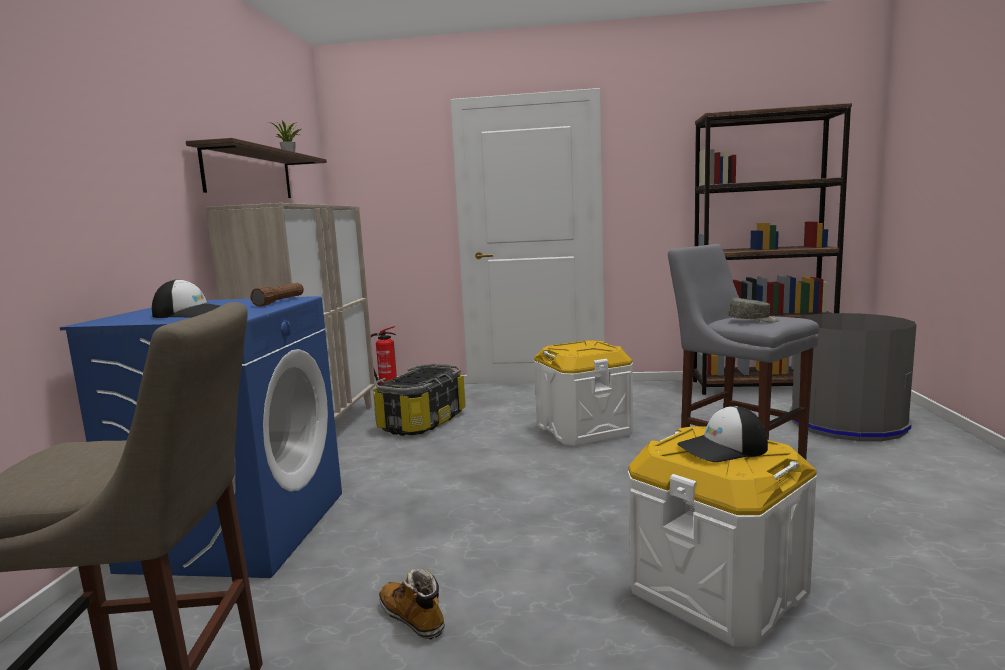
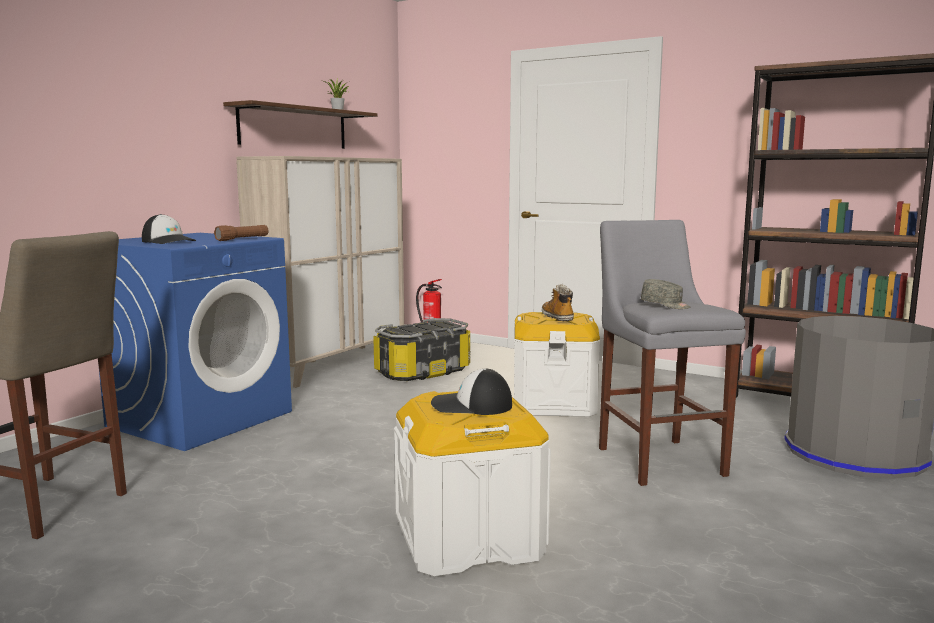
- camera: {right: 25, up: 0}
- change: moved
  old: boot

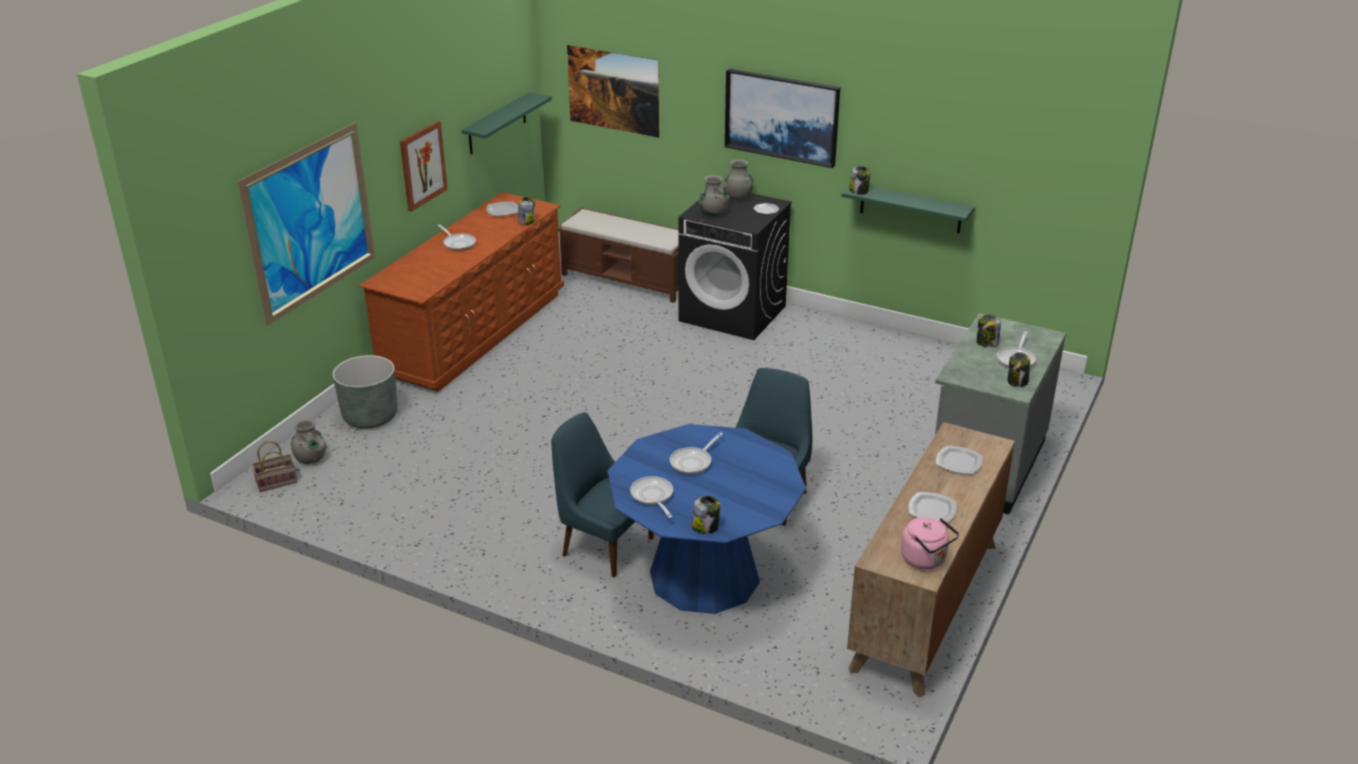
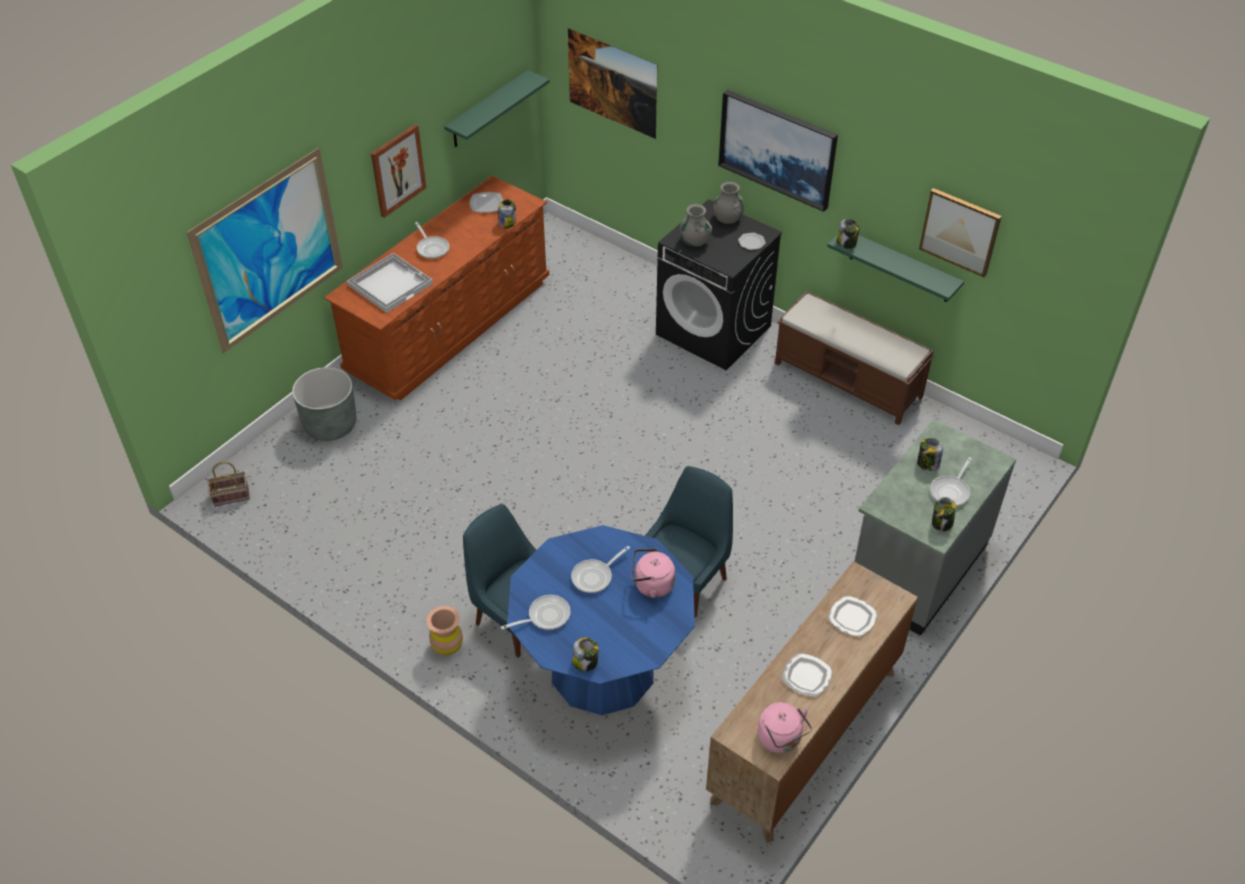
- camera: {right: 10, up: 15}
- change: removed
  old: grey vase (1st from left)
- change: moved
  old: brown bench
- change: turned
  old: frying pan (2nd from left)
  degrees: 75
- change: added
  new: white tray
- change: added
  new: brown vase
- change: added
  new: pink kettle (1st from left)
- change: added
  new: picture (5th from left)

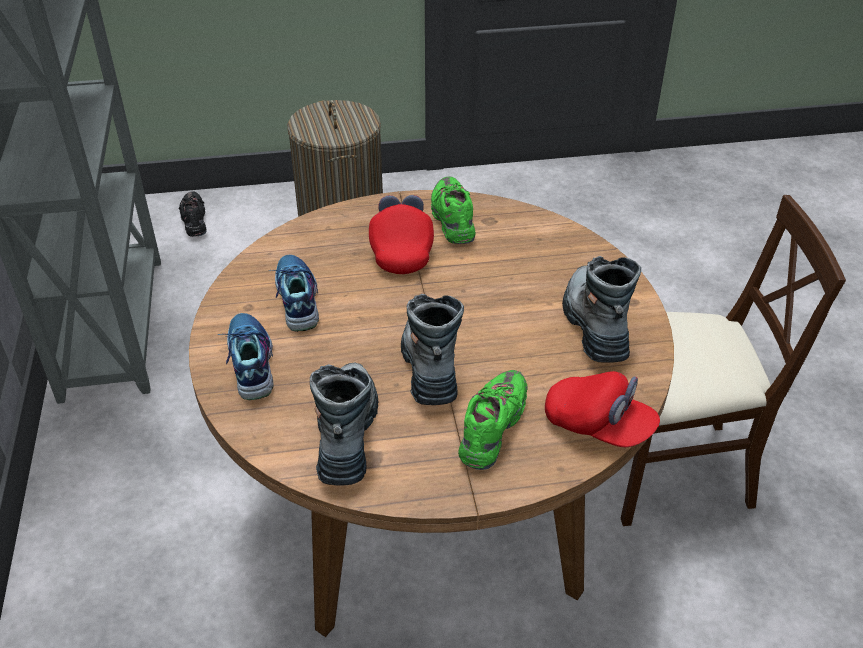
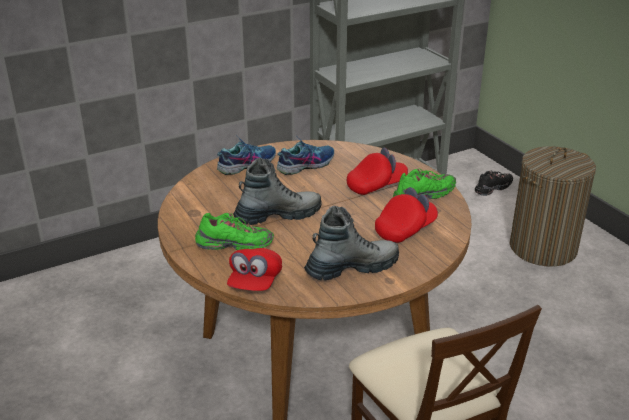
- camera: {right: 70, up: -10}
- change: removed
  old: boot (1st from left)
- change: added
  new: red cap (3rd from left)

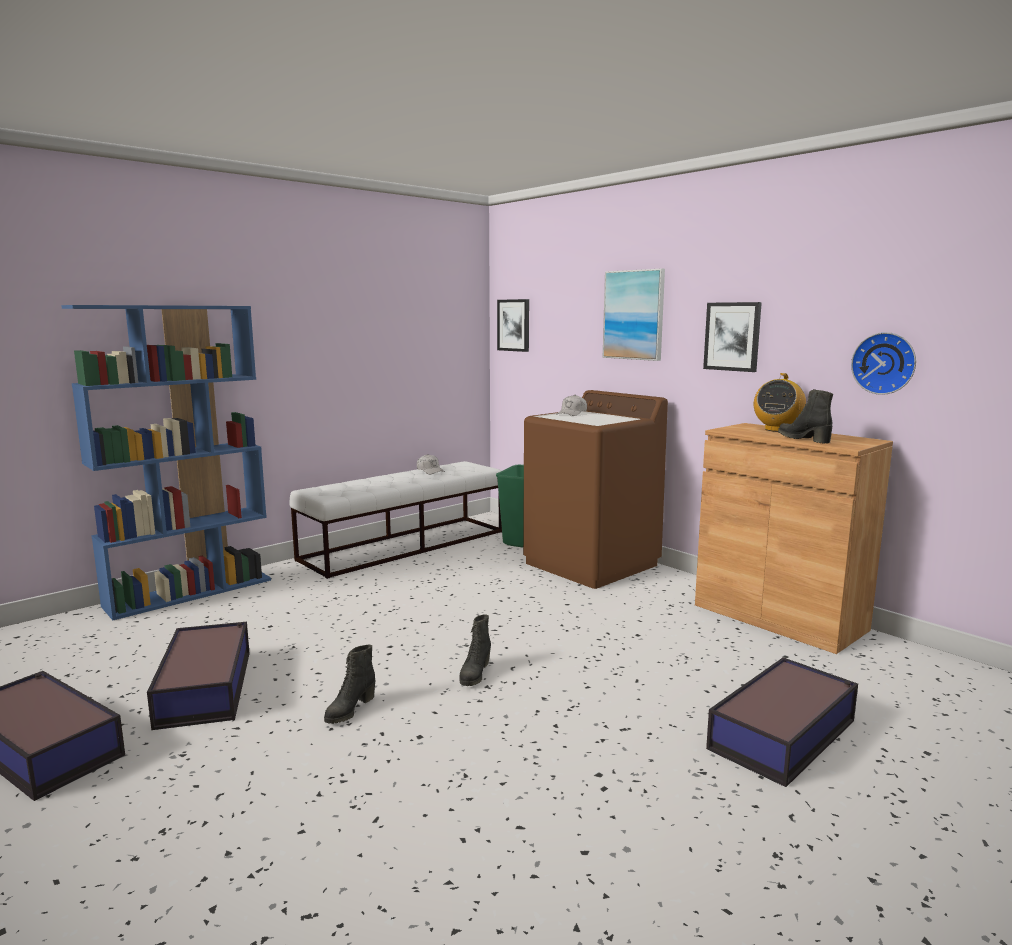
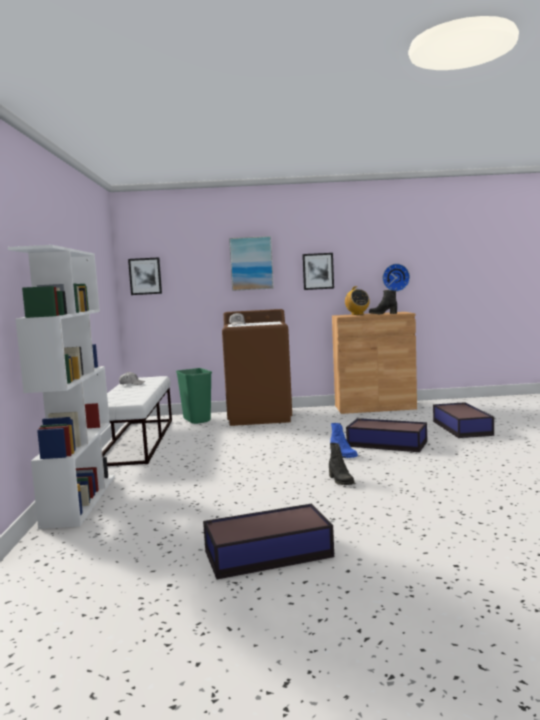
- camera: {right: -50, up: -5}
- change: recoloured
  old: blue bookcase
  new: white bookcase
- change: moved
  old: storage box (2nd from left)
- change: recoloured
  old: black boot (2nd from left)
  new: blue boot

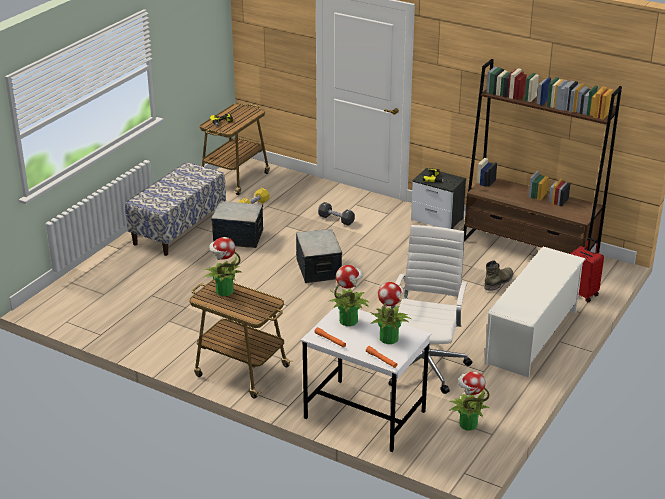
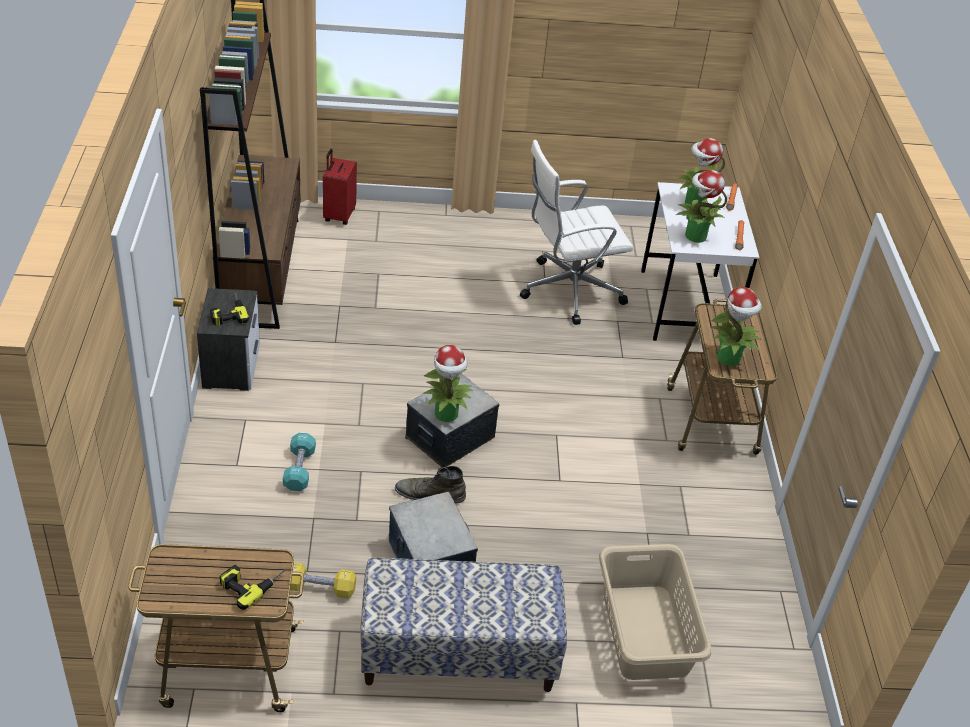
- camera: {right: -125, up: 10}
- change: recoloured
  old: black dumbbell
  new: turquoise dumbbell
- change: moved
  old: potted plant (4th from left in the first image)
  new: potted plant (1st from left)
- change: removed
  old: white shoe rack
- change: moved
  old: green boot
- change: added
  new: beige laundry basket

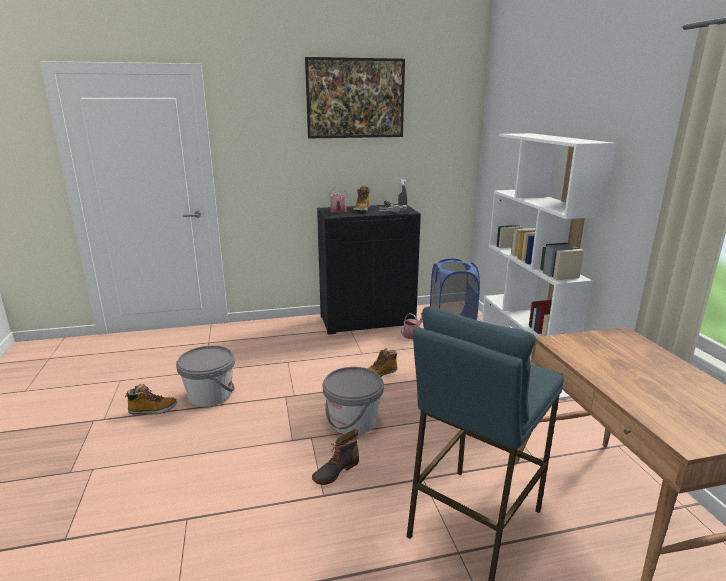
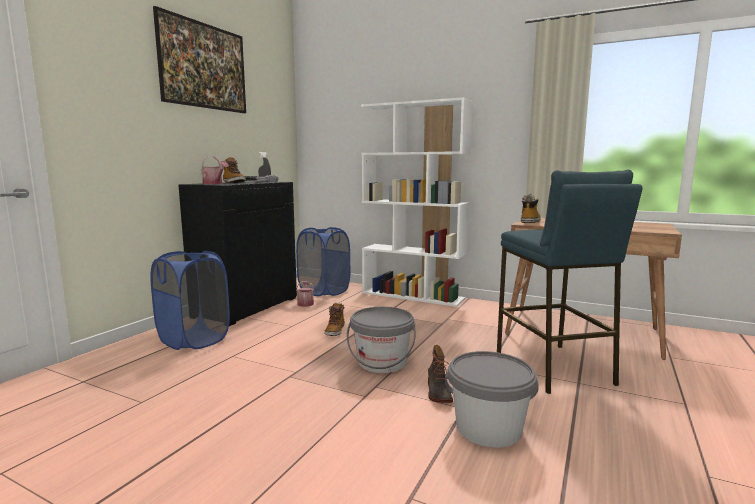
- camera: {right: -50, up: -10}
- change: moved
  old: boot (1st from left in the first image)
  new: boot (4th from left)
- change: moved
  old: grey bucket (1st from left in the first image)
  new: grey bucket (2nd from left)
- change: added
  new: blue laundry basket (1st from left)

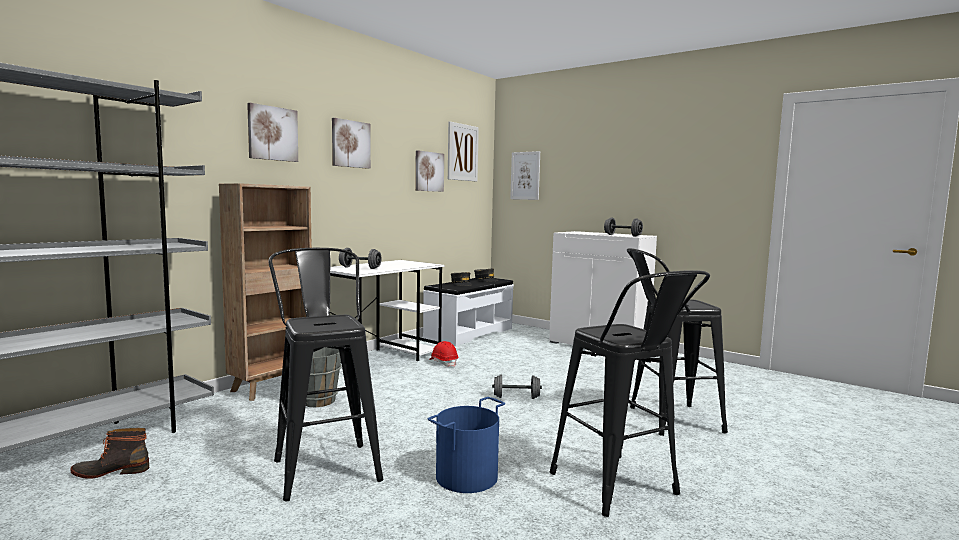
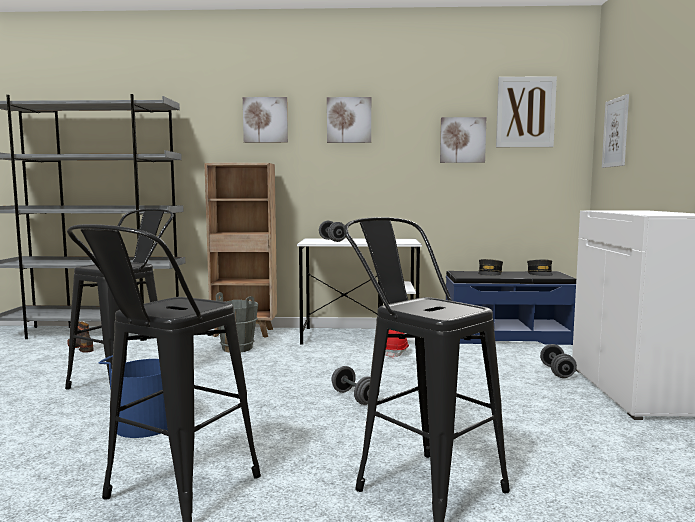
- camera: {right: 55, up: 0}
- change: recoloured
  old: white bench
  new: blue bench
- change: moved
  old: grey dumbbell (3rd from left)

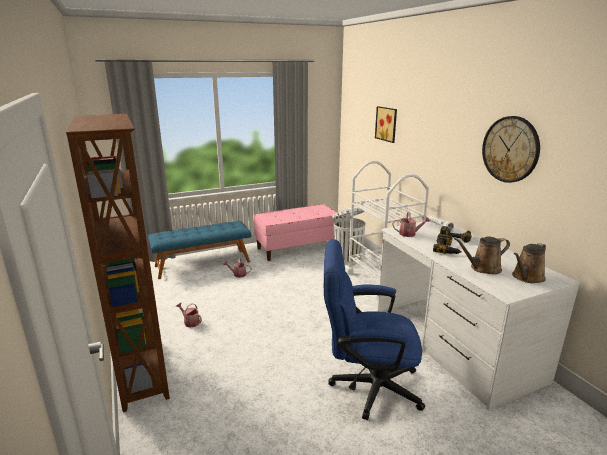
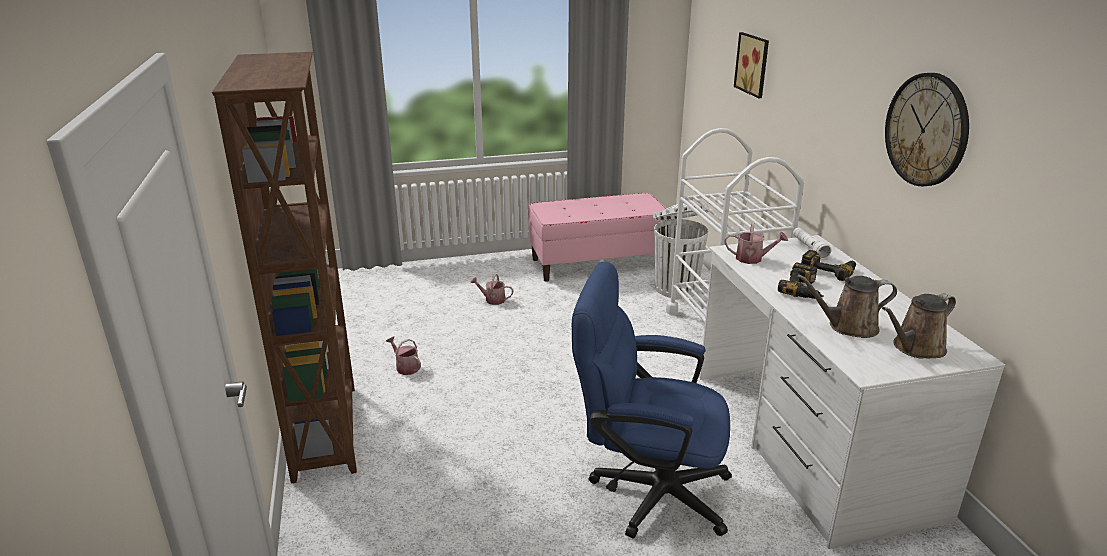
- camera: {right: 10, up: 5}
- change: removed
  old: blue bench

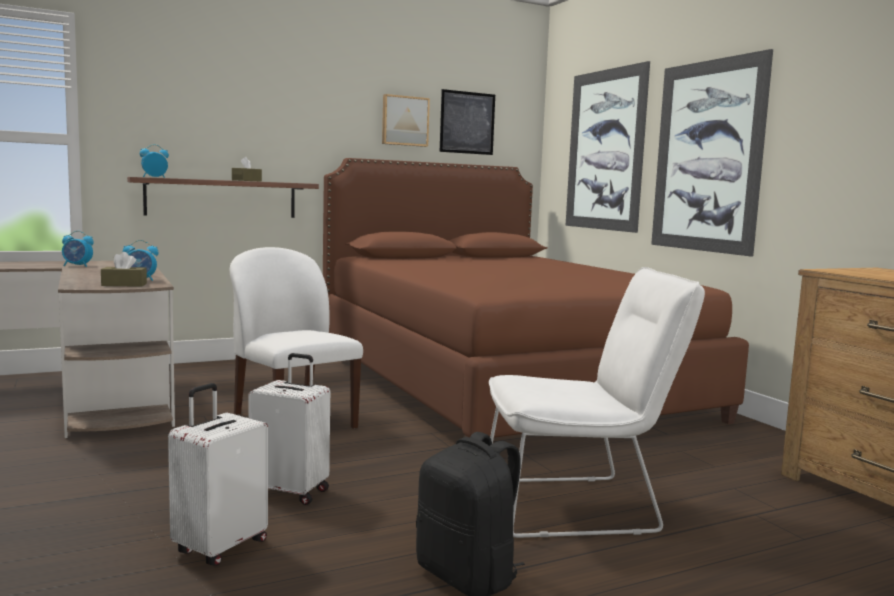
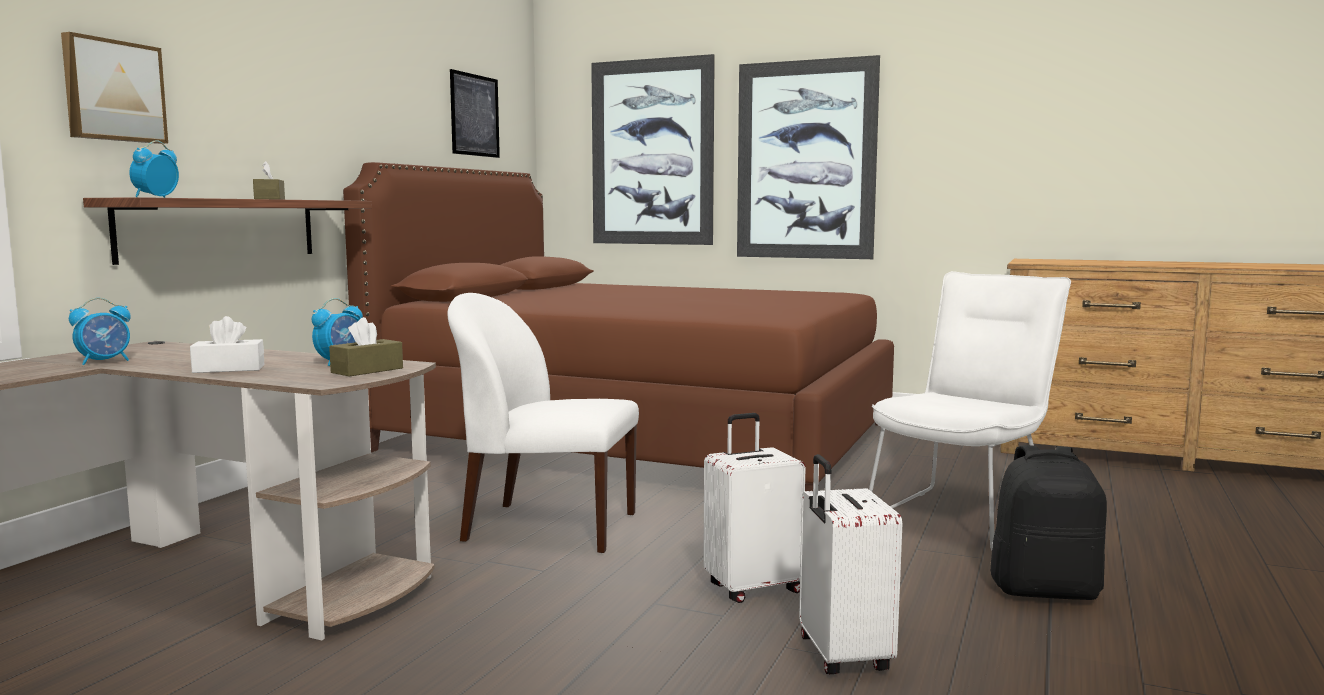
- camera: {right: -40, up: 0}
- change: moved
  old: picture (1st from left)
- change: added
  new: white tissue box

